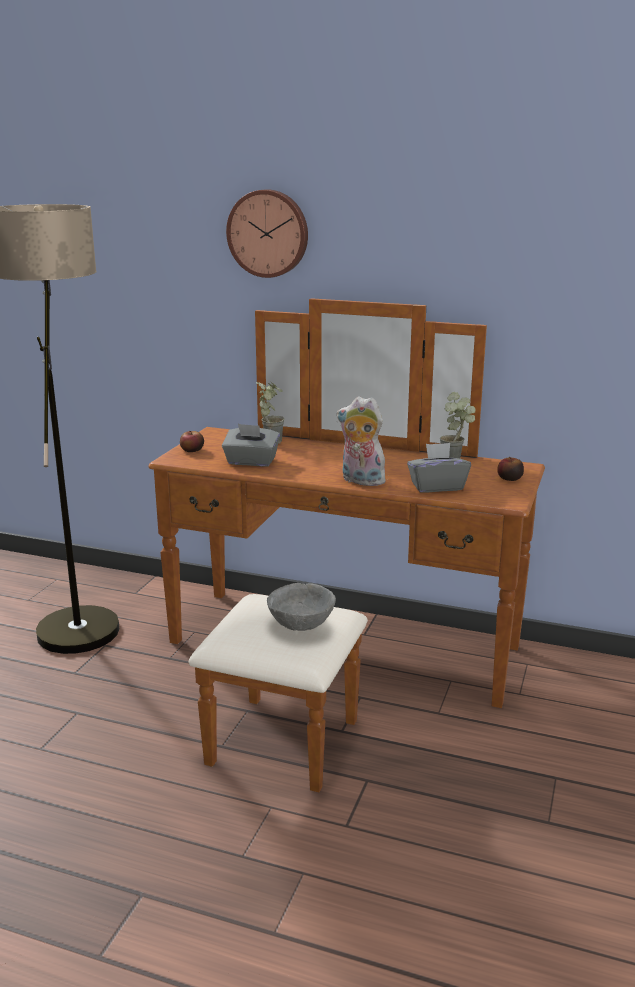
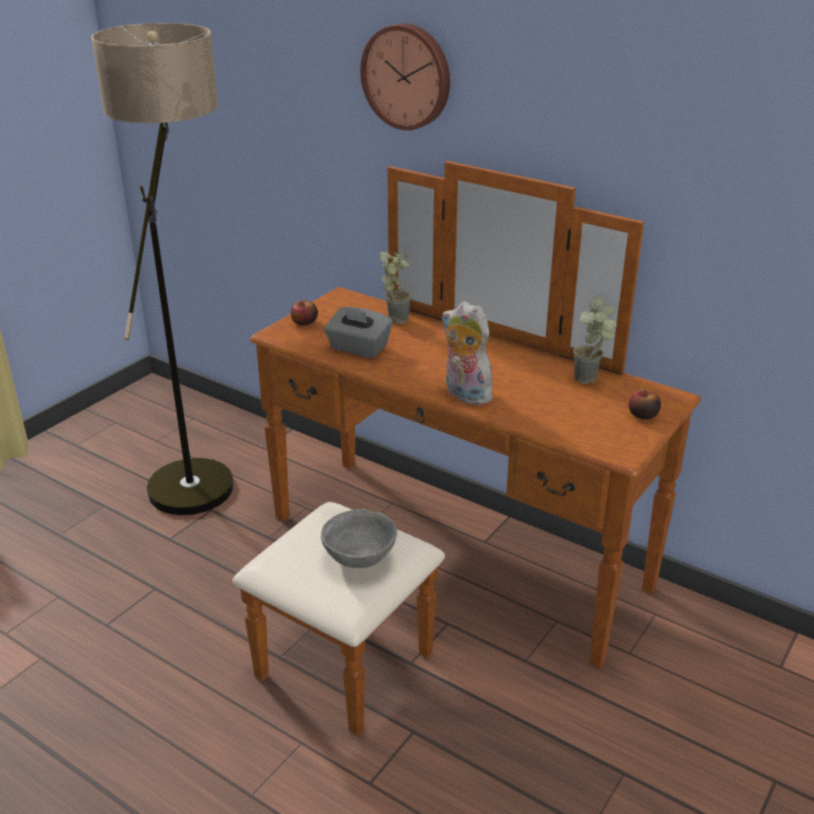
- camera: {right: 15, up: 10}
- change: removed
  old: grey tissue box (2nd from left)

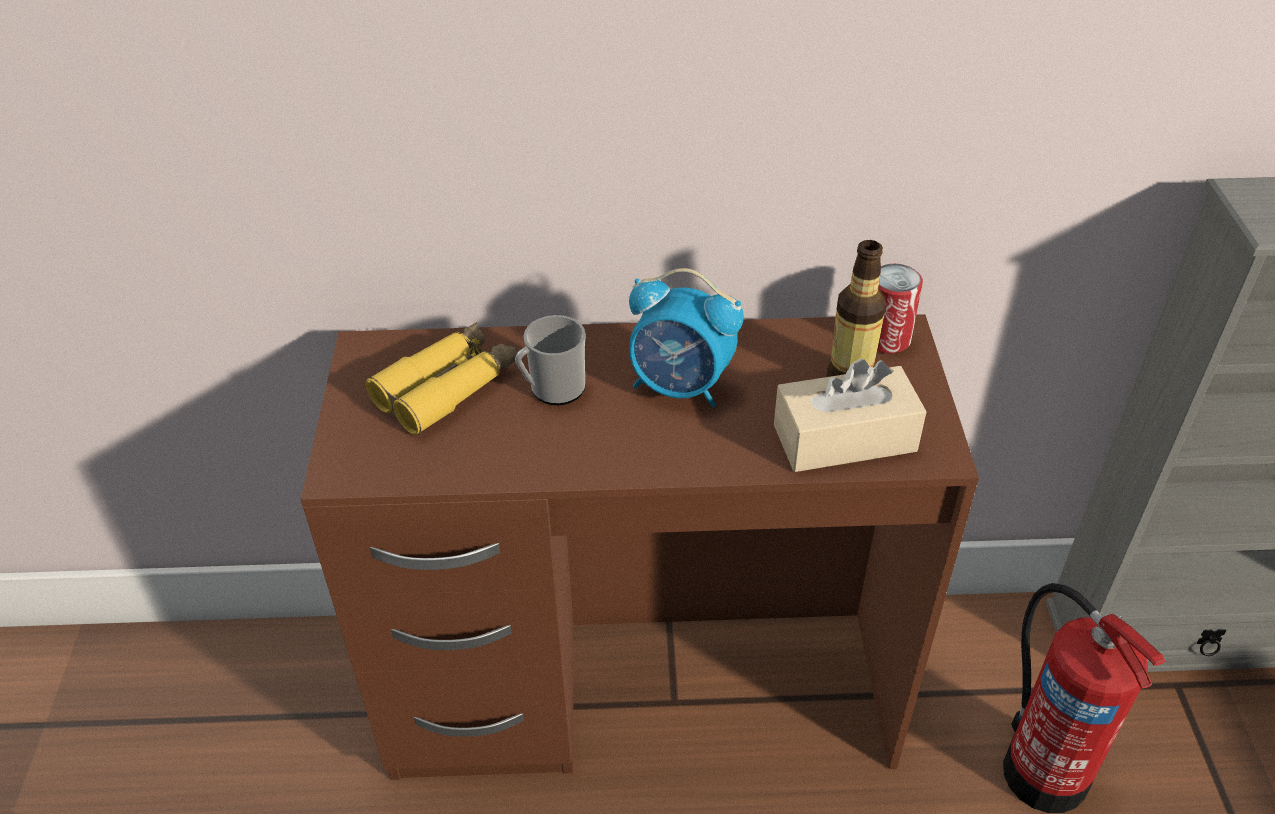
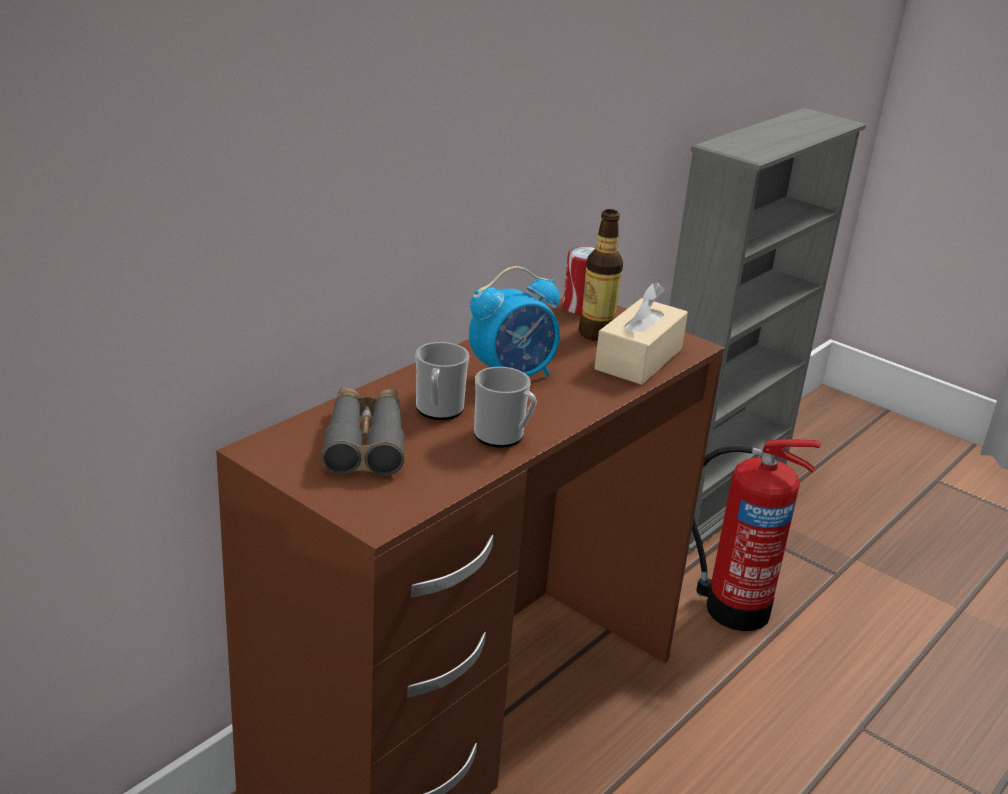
- camera: {right: -50, up: -15}
- change: recoloured
  old: yellow binoculars
  new: grey binoculars
- change: added
  new: mug (2nd from left)

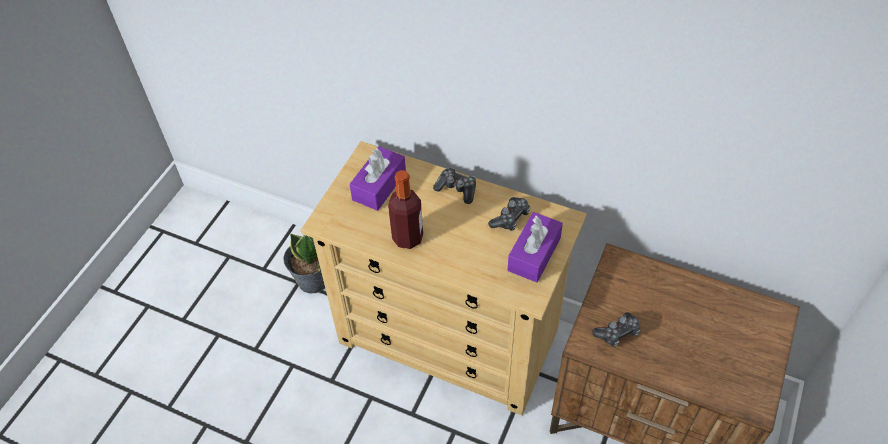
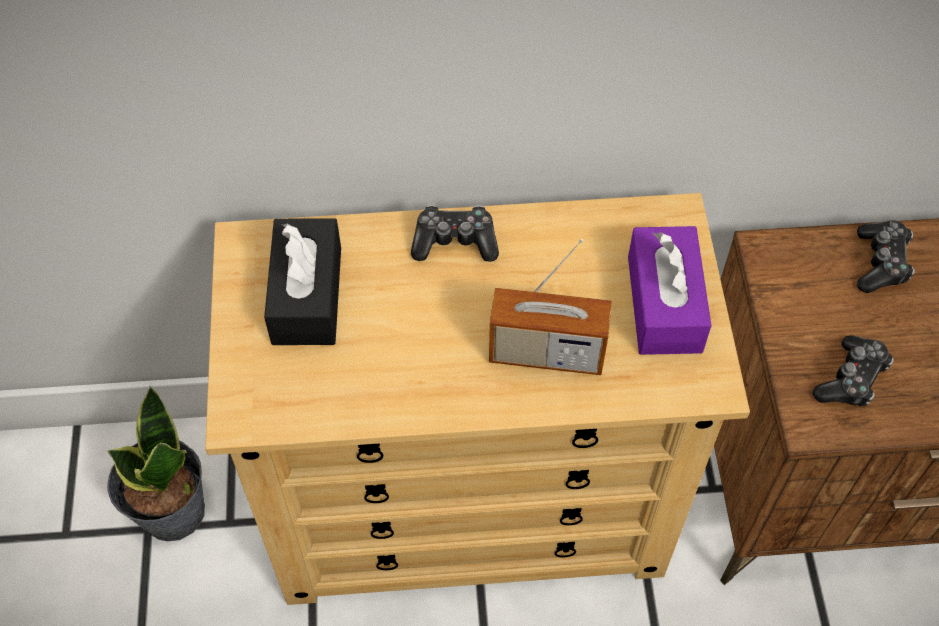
- camera: {right: -30, up: 5}
- change: recoloured
  old: purple tissue box (1st from left)
  new: black tissue box
- change: removed
  old: bottle
- change: moved
  old: game controller (2nd from left in the first image)
  new: game controller (3rd from left)
- change: added
  new: radio

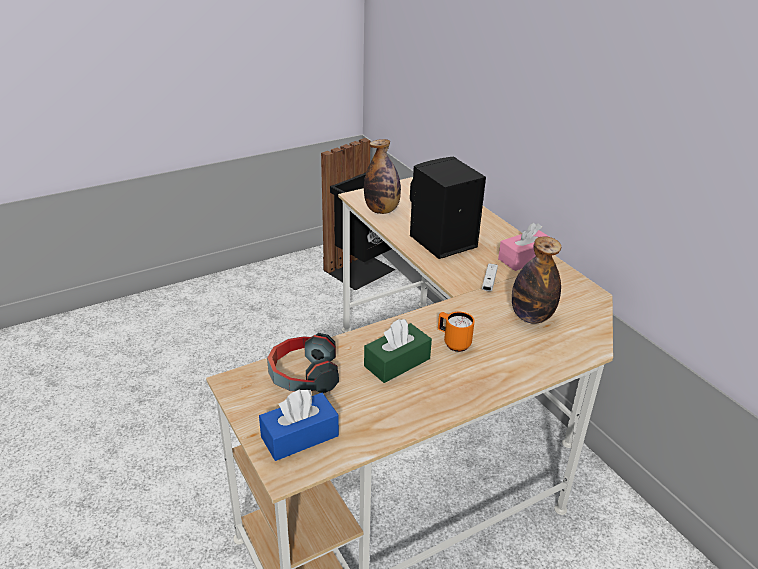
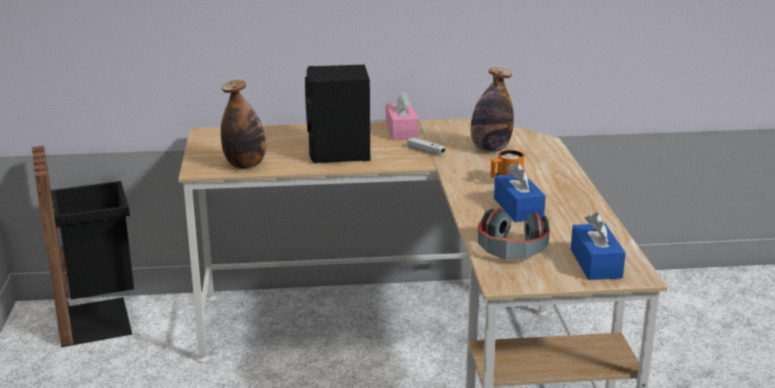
- camera: {right: -65, up: -10}
- change: recoloured
  old: green tissue box
  new: blue tissue box (1st from left)

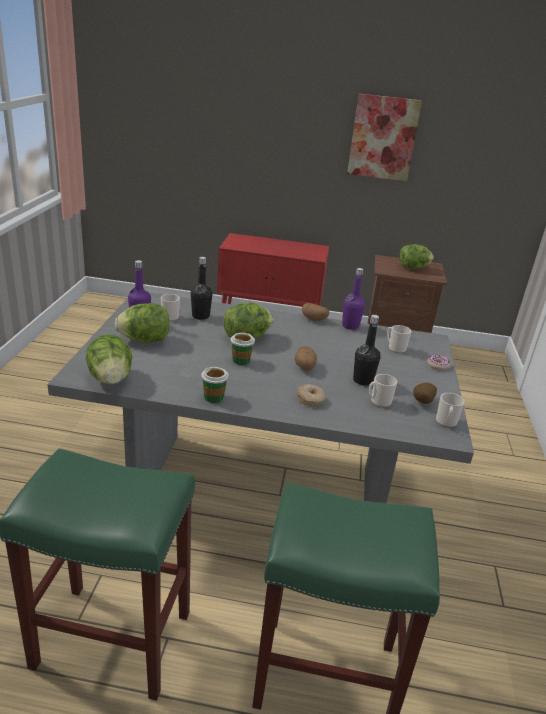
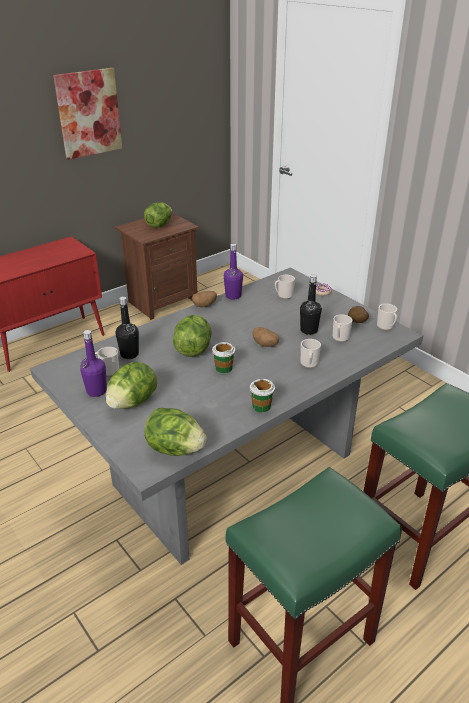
- camera: {right: -45, up: 5}
- change: replaced
  old: donut (1st from left)
  new: mug (3rd from left)

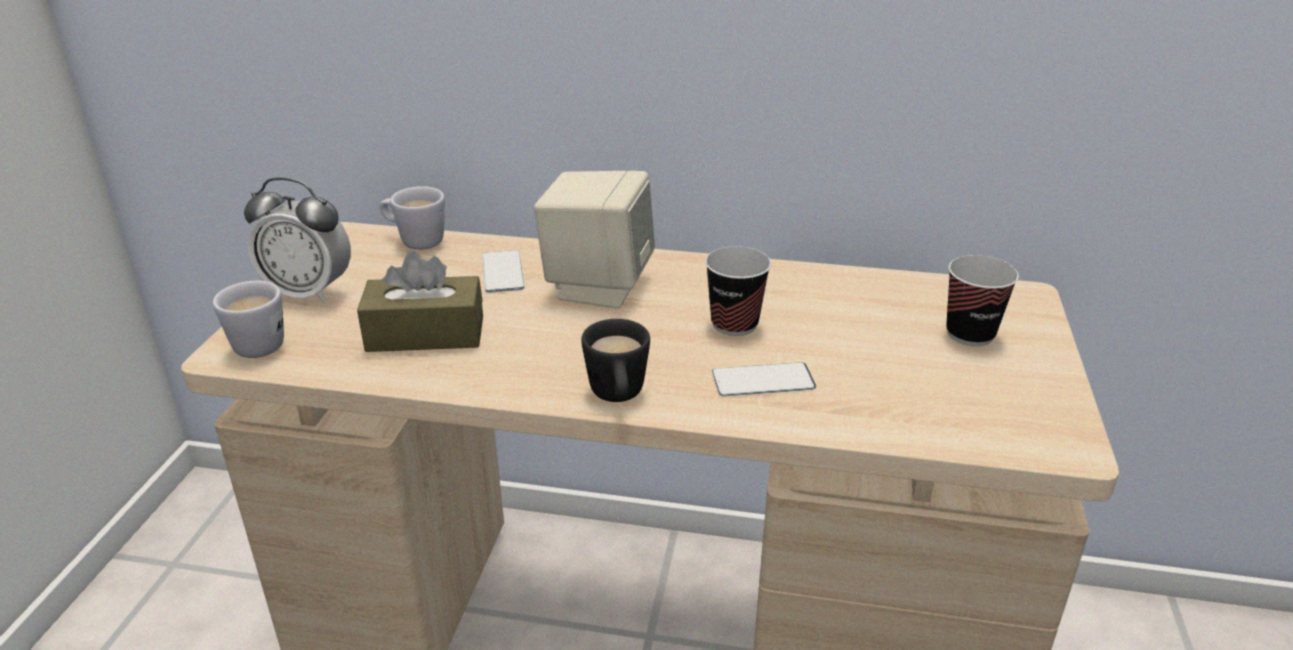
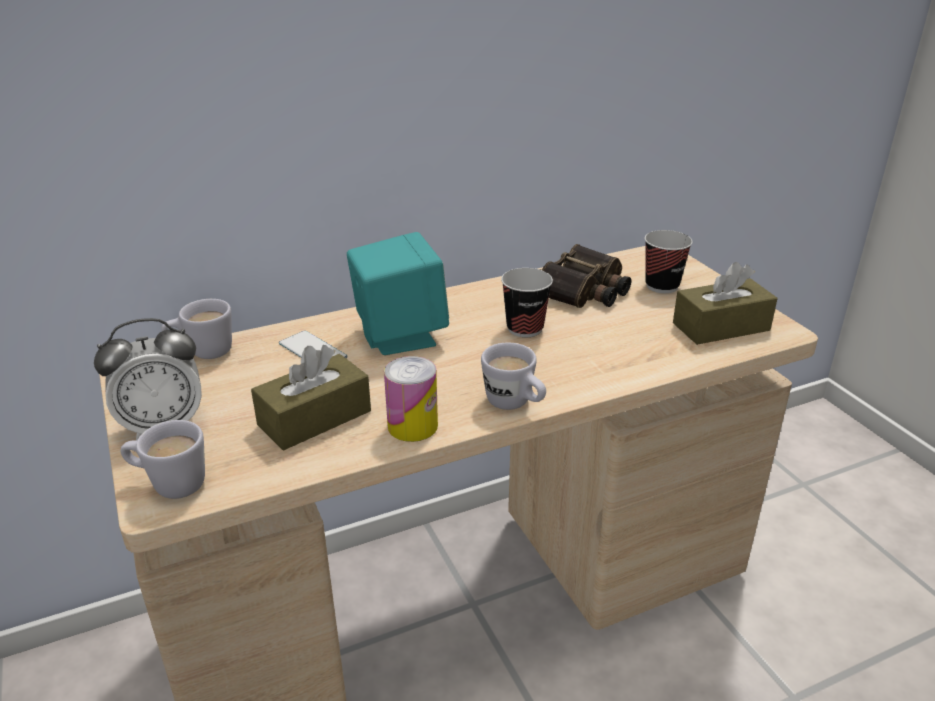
- camera: {right: -35, up: 0}
- change: recoloured
  old: beige speaker
  new: turquoise speaker
- change: recoloured
  old: black mug
  new: white mug (3rd from left)
- change: removed
  old: phone (2nd from left)
- change: added
  new: can
- change: added
  new: binoculars
- change: added
  new: brown tissue box (2nd from left)

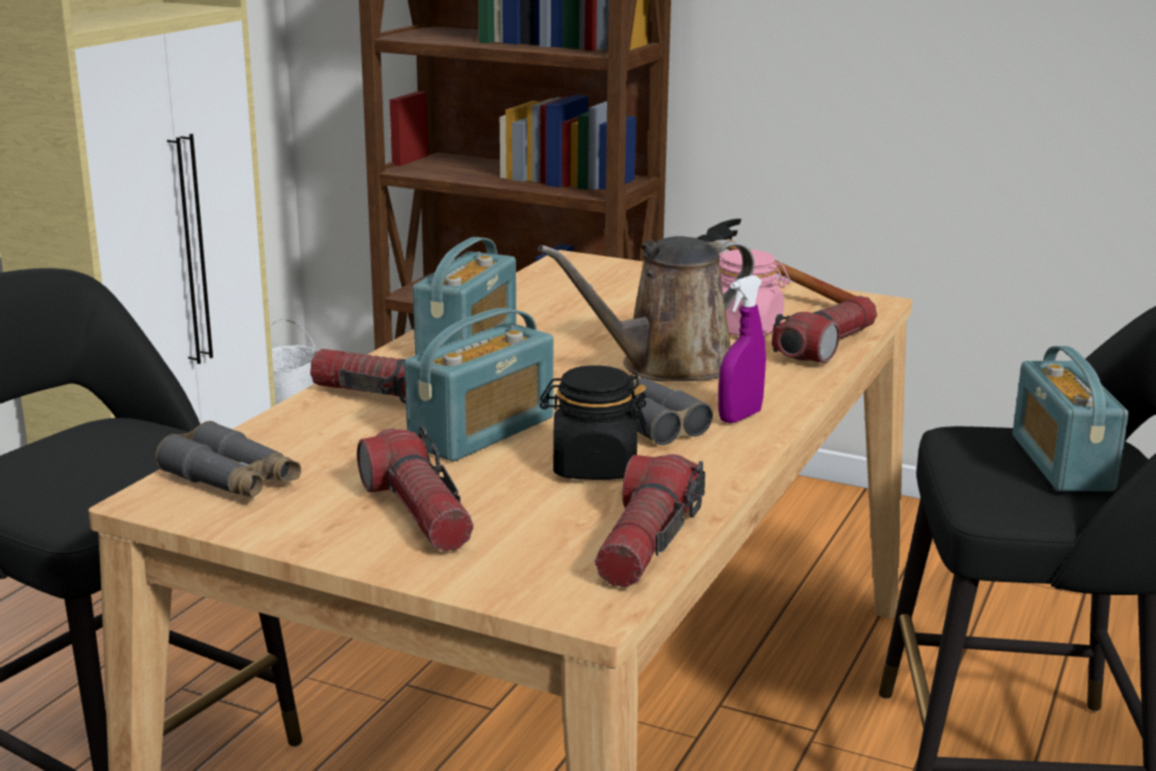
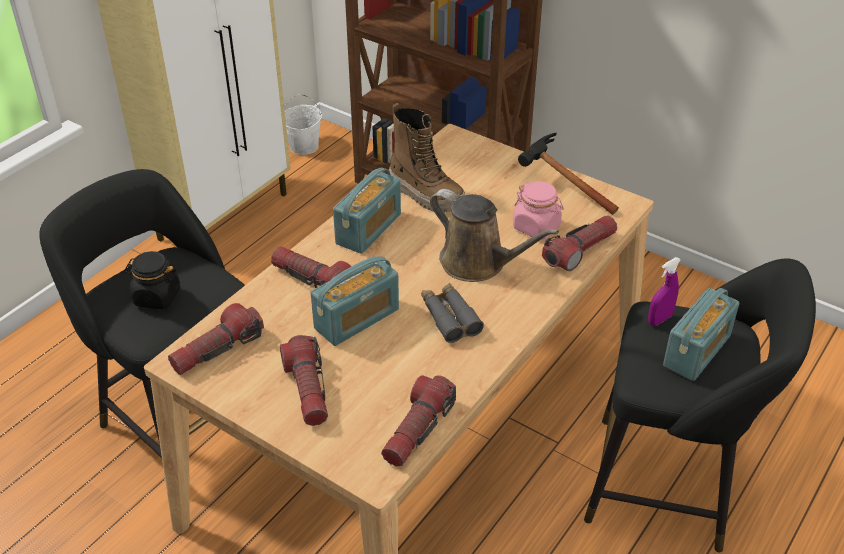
- camera: {right: 10, up: 20}
- change: replaced
  old: grey binoculars (1st from left)
  new: flashlight (1st from left)
- change: turned
  old: brown watering can
  degrees: -120
- change: moved
  old: black jar
- change: moved
  old: purple spray bottle
- change: turned
  old: radio (3rd from left)
  degrees: -150
- change: added
  new: boot

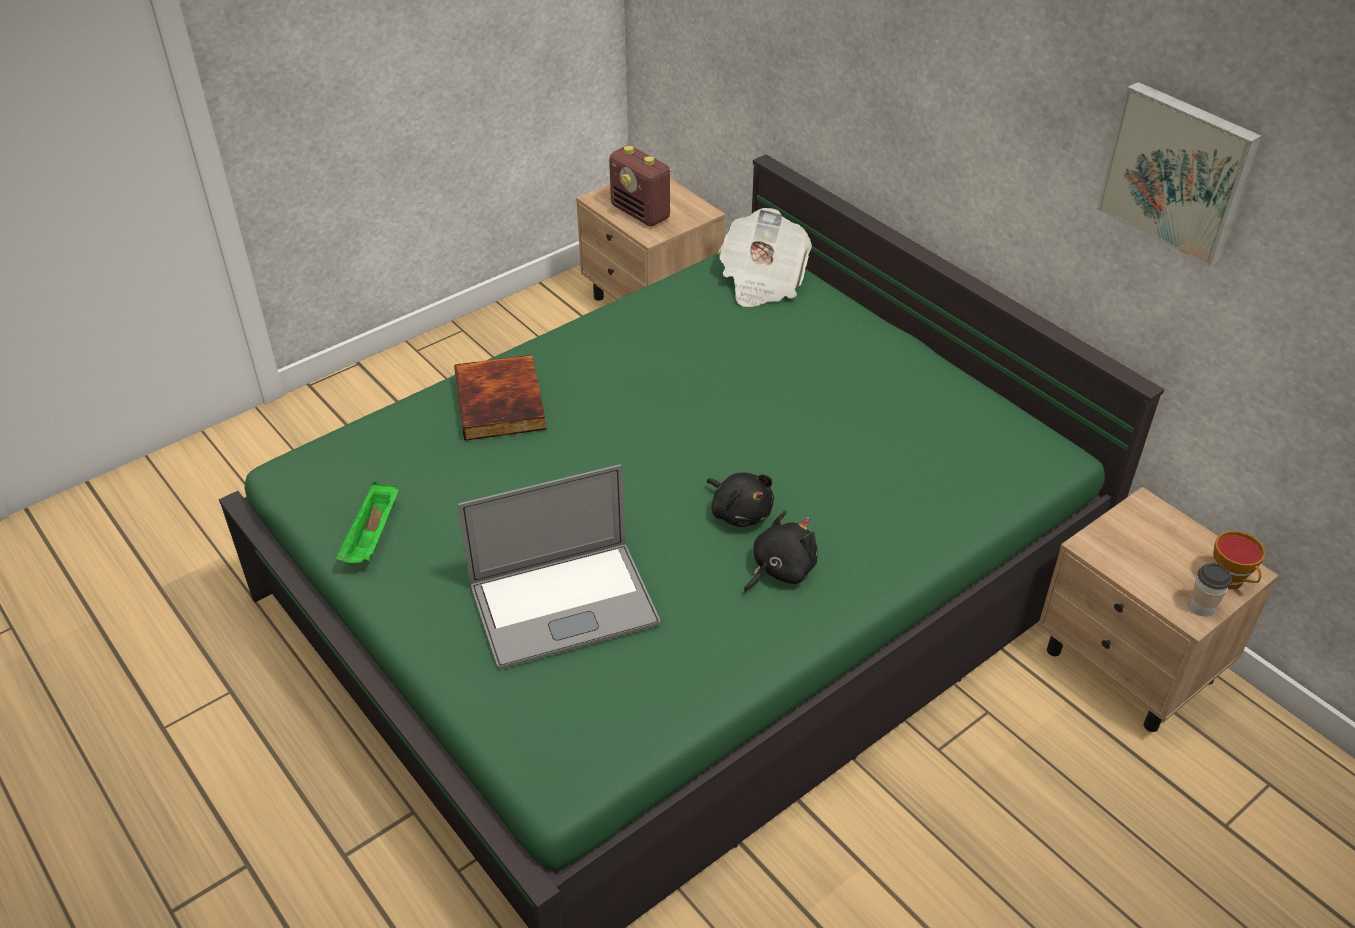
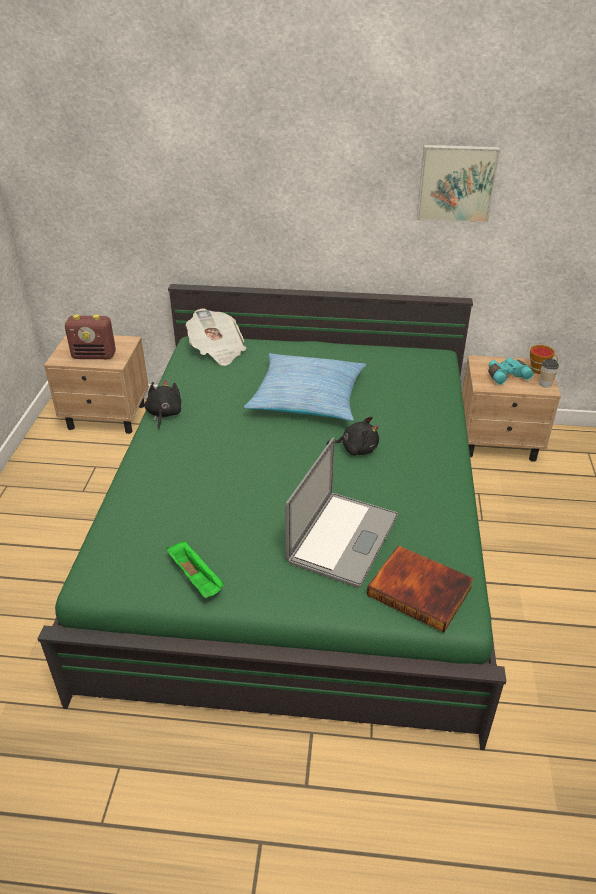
- camera: {right: -45, up: -5}
- change: moved
  old: book
- change: moved
  old: black plush toy (2nd from left in the first image)
  new: black plush toy (1st from left)
- change: added
  new: pillow
- change: added
  new: turquoise binoculars

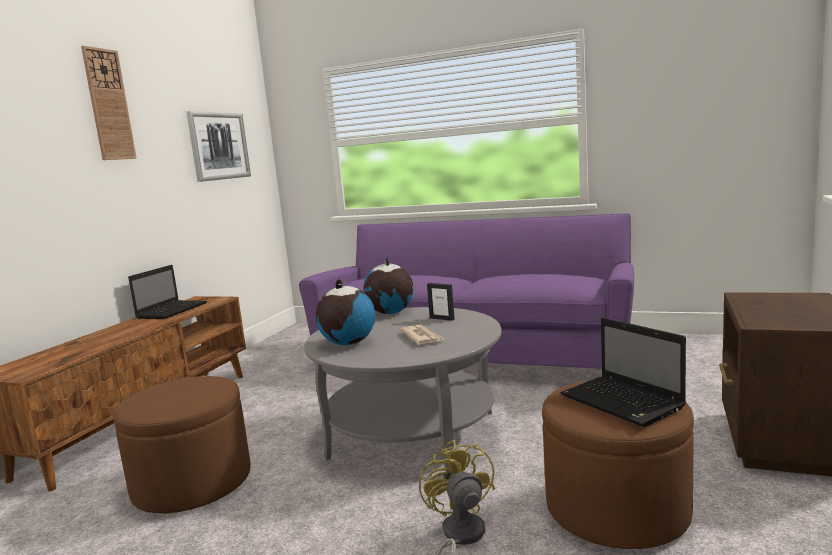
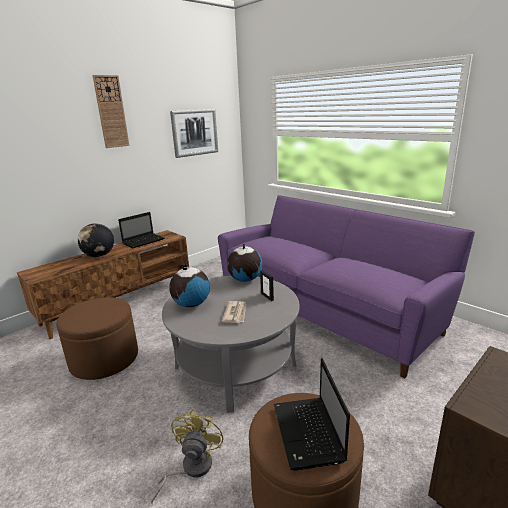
- camera: {right: 25, up: 10}
- change: added
  new: globe (1st from left)

